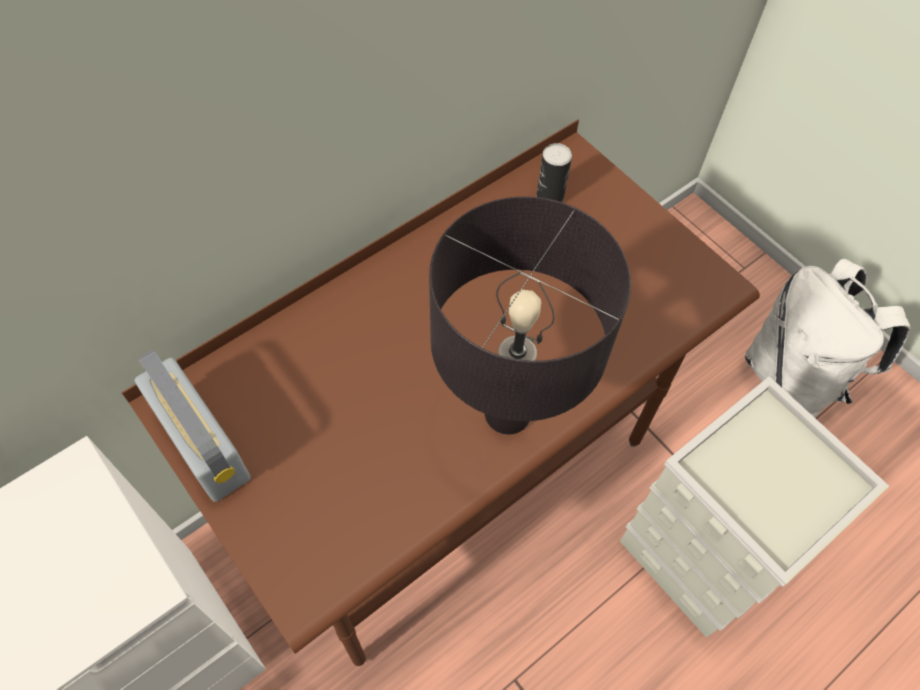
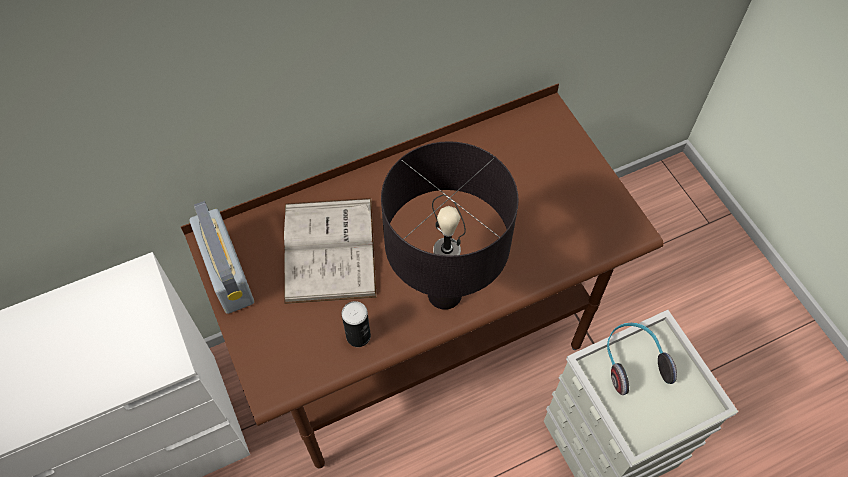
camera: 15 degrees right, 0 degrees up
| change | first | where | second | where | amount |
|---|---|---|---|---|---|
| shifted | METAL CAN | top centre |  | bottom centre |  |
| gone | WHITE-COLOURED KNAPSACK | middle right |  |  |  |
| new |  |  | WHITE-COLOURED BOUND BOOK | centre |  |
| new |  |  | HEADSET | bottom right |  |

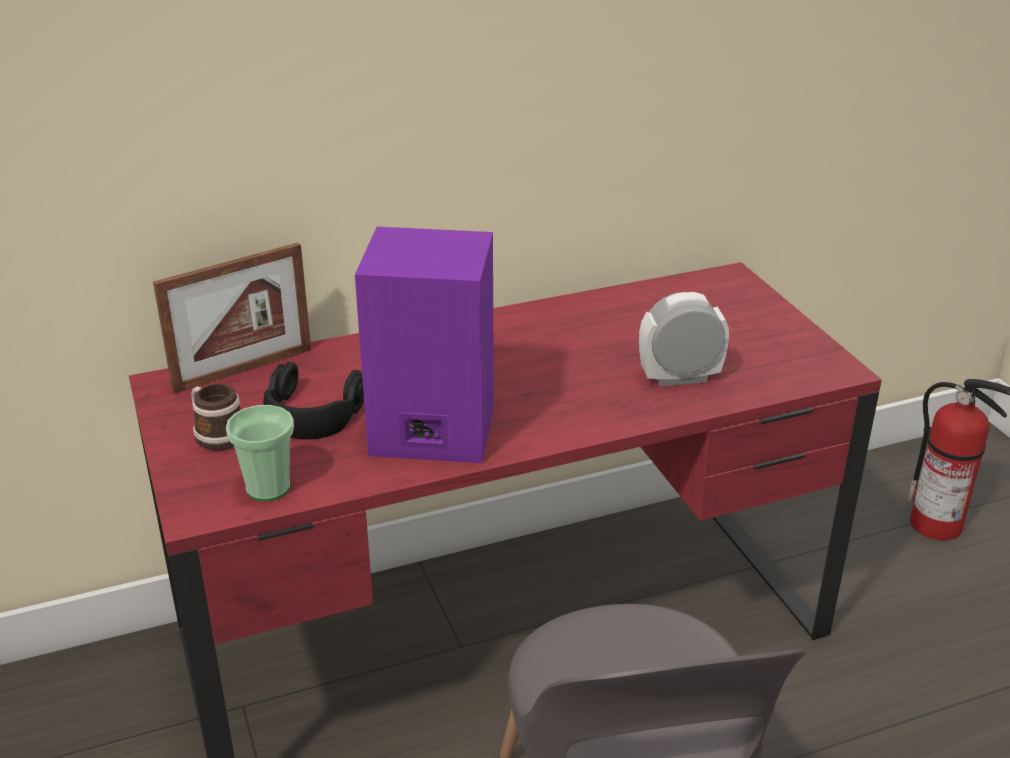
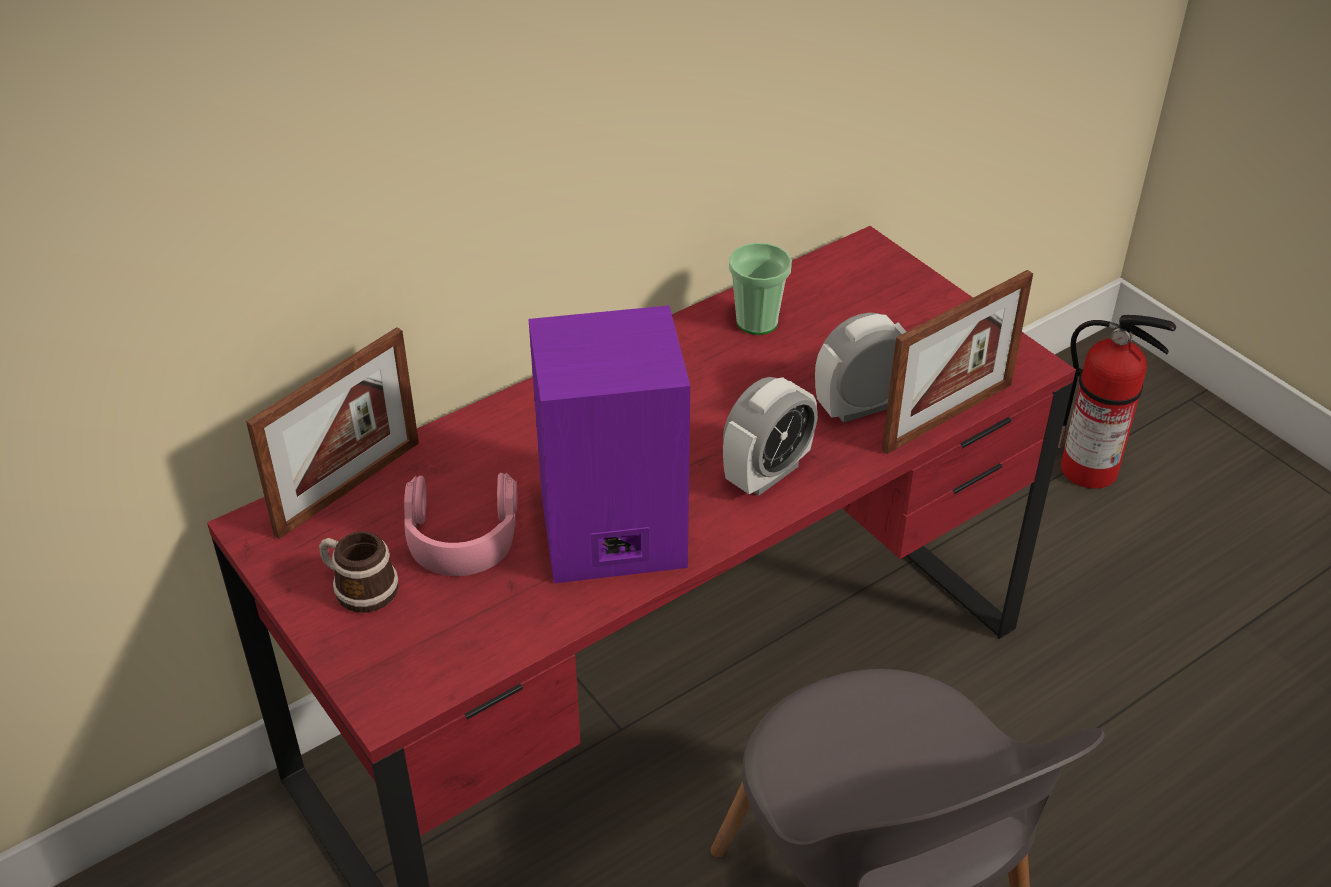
camera: 15 degrees left, 10 degrees up
| change | first | where | second | where | amount |
|---|---|---|---|---|---|
| shifted | CUP | middle left |  | top centre |  |
| repainted | BLACK HEADSET | middle left | PINKISH HEADSET | centre |  |
| new |  |  | ALARM CLOCK (no. 1 from left) | centre |  |
| new |  |  | STANDING FRAME (no. 2 from left) | middle right |  |

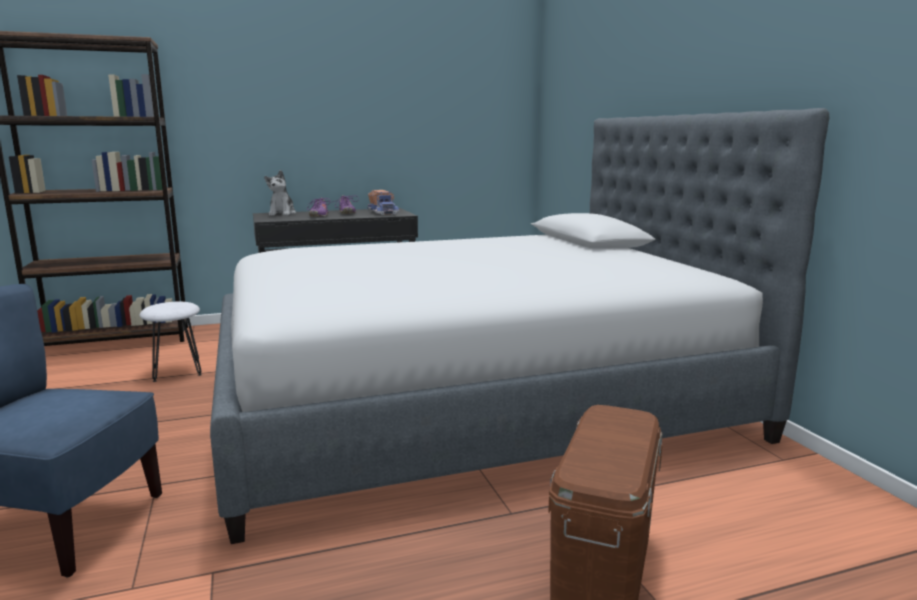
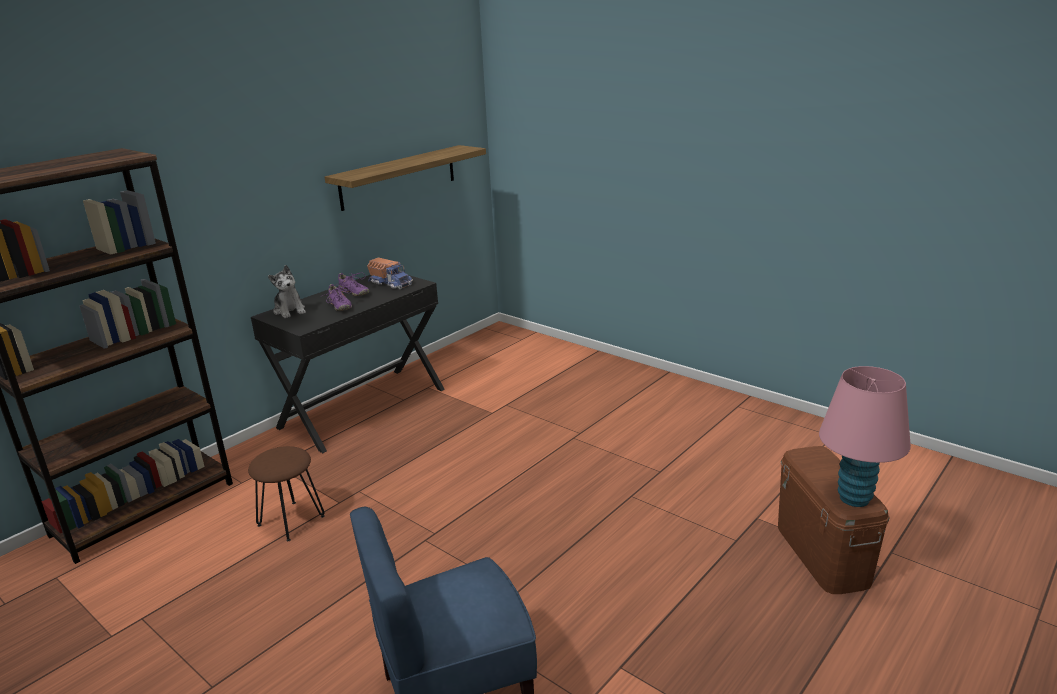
camera: 30 degrees left, 10 degrees up
| change | first | where | second | where | amount |
|---|---|---|---|---|---|
| repainted | WHITE-COLOURED SITTING STOOL | middle left | BROWNISH SITTING STOOL | bottom left |  |
| gone | BED | centre |  |  |  |
| new |  |  | SHELF | top centre |  |
| new |  |  | PINKISH LAMP FOR A TABLE | middle right |  |

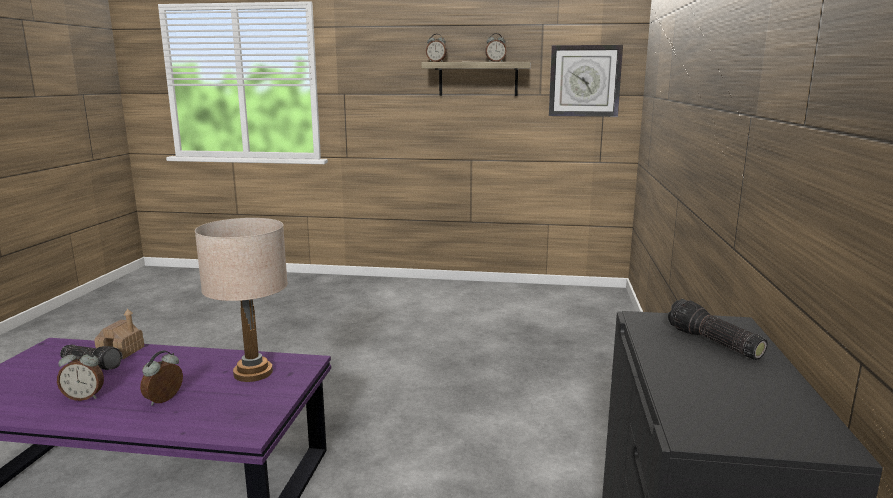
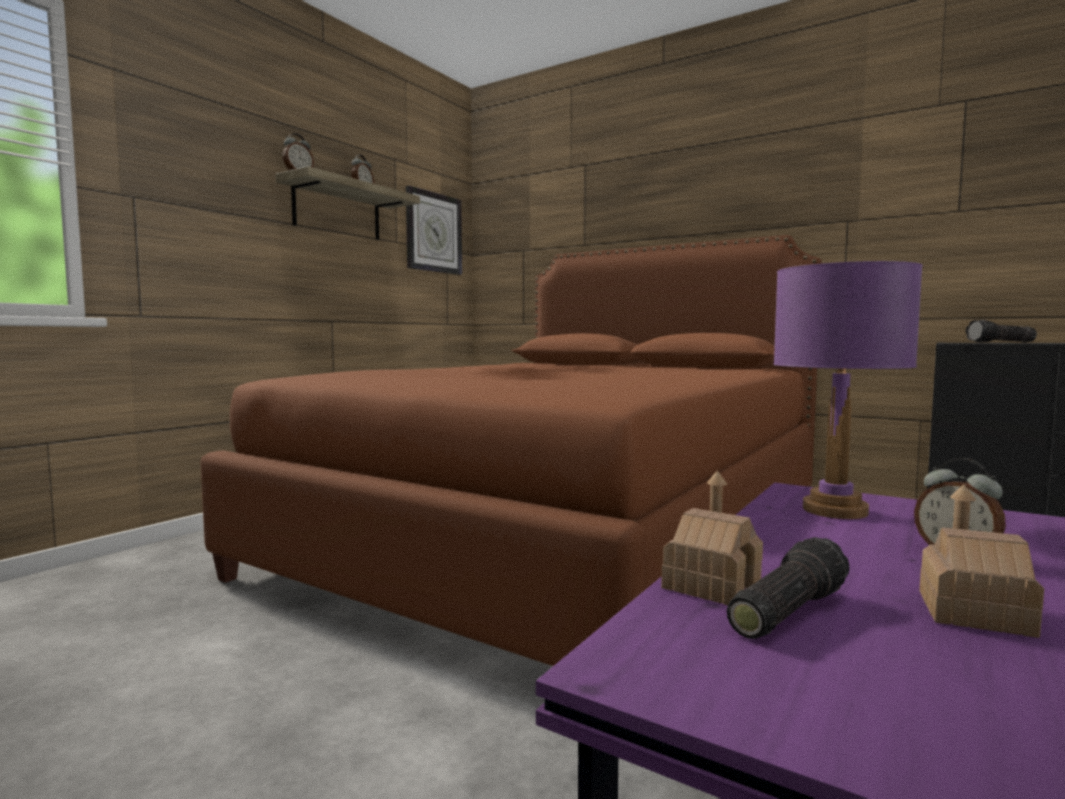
camera: 65 degrees left, 10 degrees down
| change | first | where | second | where | amount |
|---|---|---|---|---|---|
| swapped | ALARM CLOCK (no. 1 from left) | bottom left | TOY HOUSE (no. 2 from left) | bottom right |  |
| repainted | BEIGE-COLOURED LAMP FOR A TABLE | middle left | PURPLE-COLOURED LAMP FOR A TABLE | middle right |  |
| new |  |  | BROWNISH BED | centre |  |

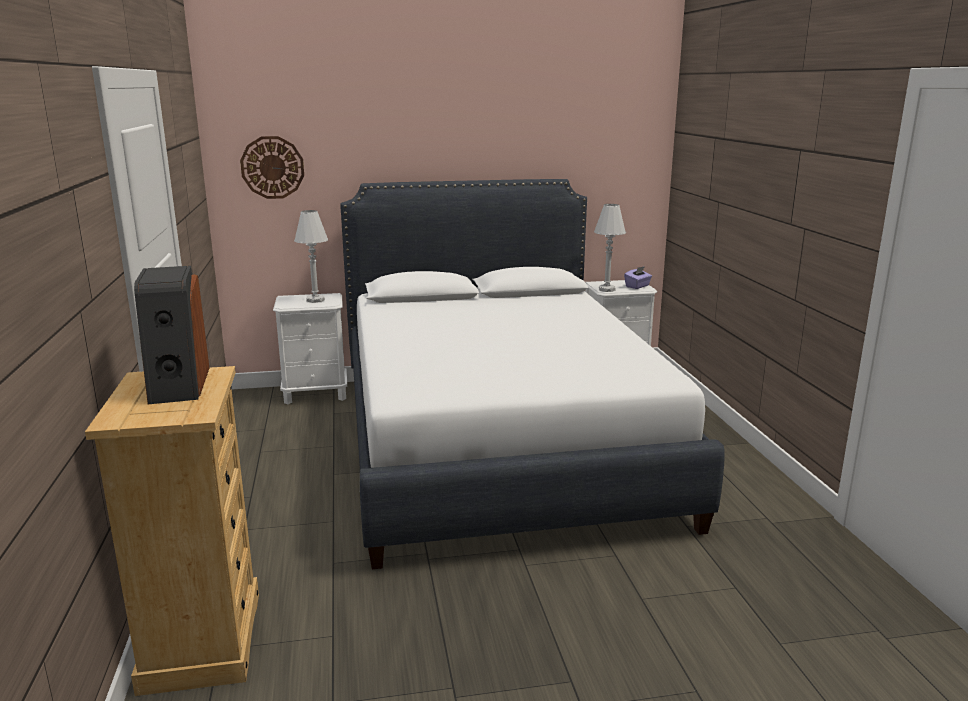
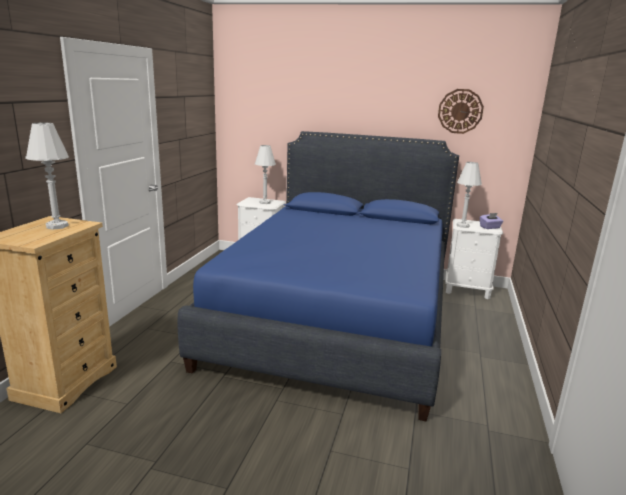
camera: 25 degrees right, 0 degrees up
| change | first | where | second | where | amount |
|---|---|---|---|---|---|
| swapped | SPEAKER | middle left | WHITE-COLOURED LAMP FOR A TABLE (no. 1 from left) | middle left |  |
| shifted | WALL CLOCK | top left |  | top right |  |
| repainted | WHITE-COLOURED BED | centre | BLUE BED | centre |  |

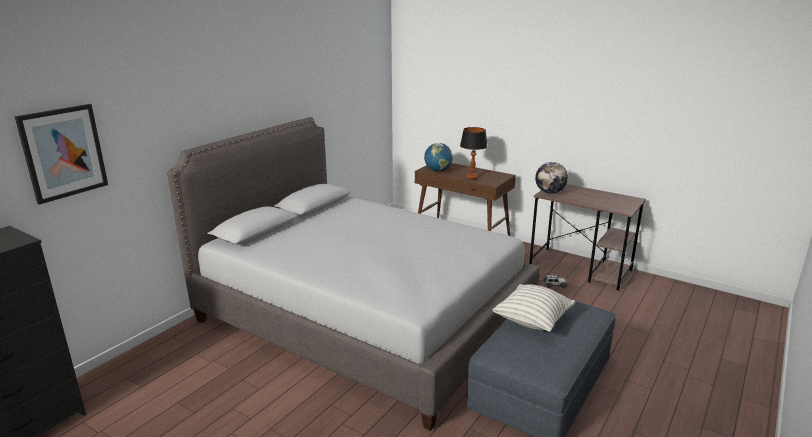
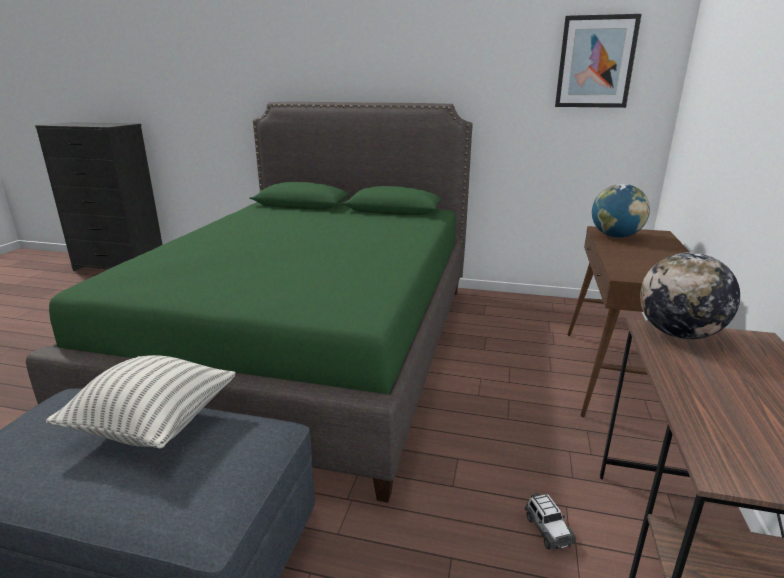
camera: 70 degrees right, 0 degrees up
| change | first | where | second | where | amount |
|---|---|---|---|---|---|
| shifted | WALL ART | middle left |  | top right |  |
| repainted | GREY BED | centre | GREEN-COLOURED BED | middle left |  |
| gone | LAMP FOR A TABLE | centre |  |  |  |

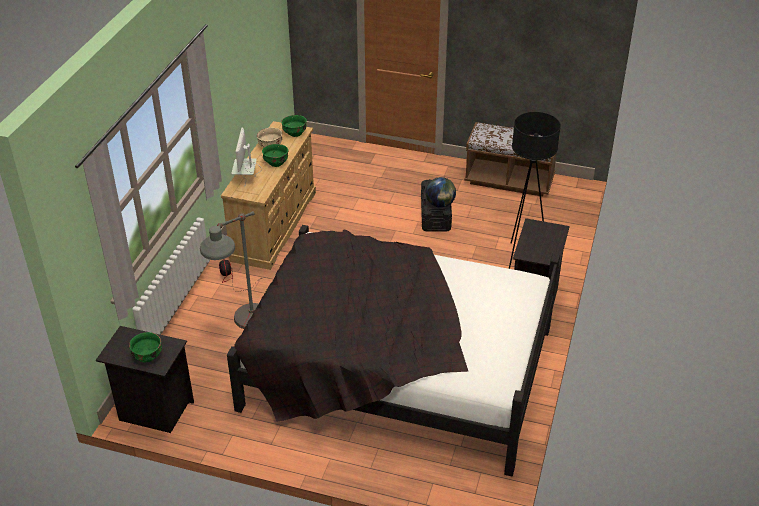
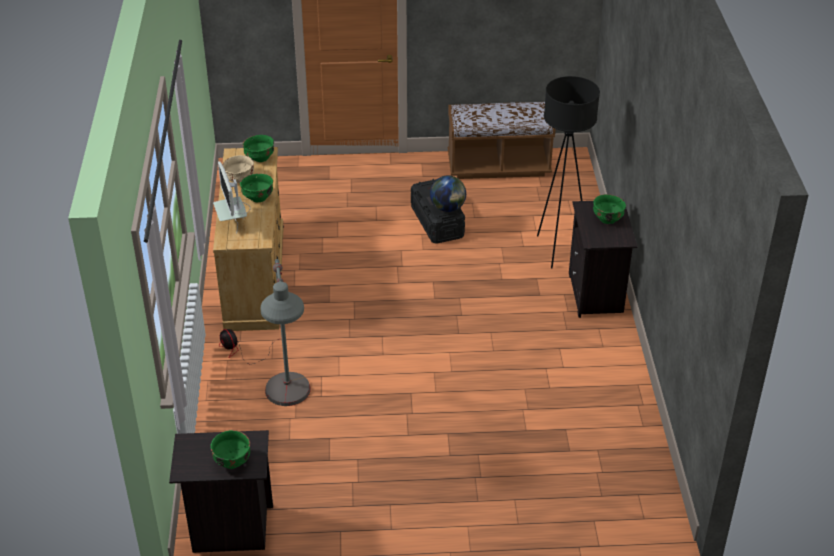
camera: 20 degrees left, 0 degrees up
| change | first | where | second | where | amount |
|---|---|---|---|---|---|
| gone | BLACK BED | bottom centre |  |  |  |
| new |  |  | GREEN-COLOURED DEEP DISH (no. 4 from left) | middle right |  |

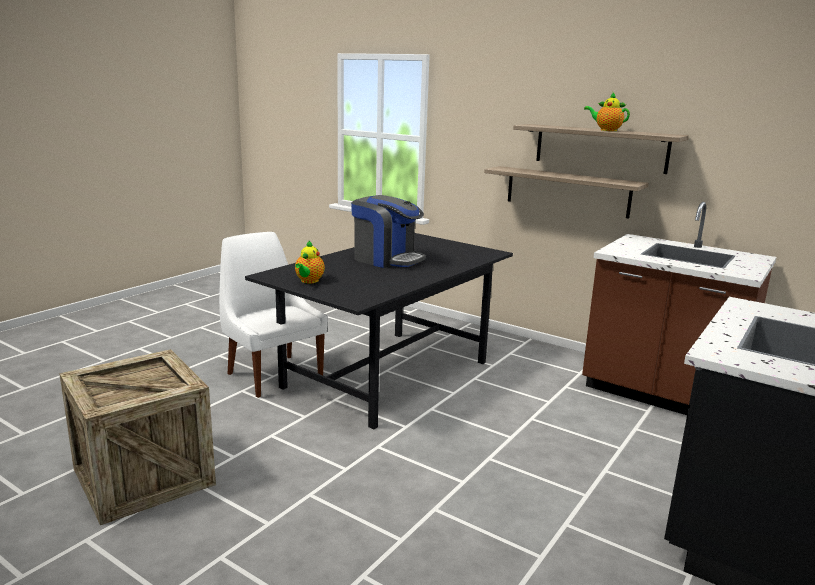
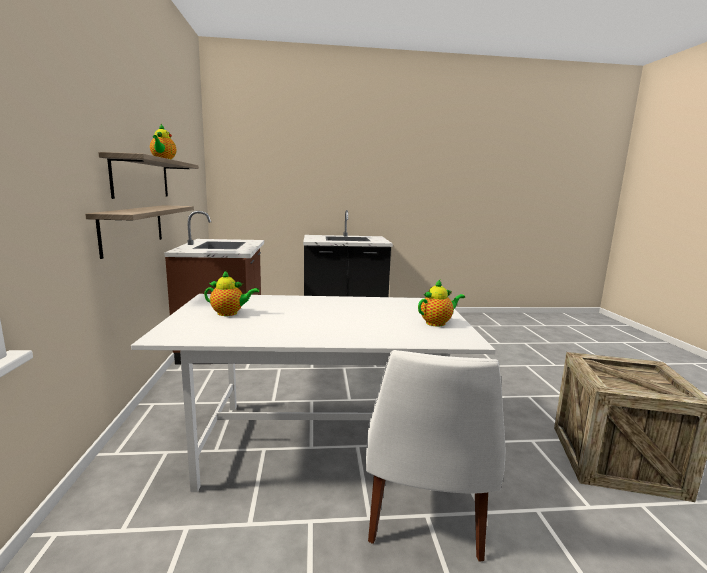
camera: 130 degrees left, 5 degrees down
| change | first | where | second | where | amount |
|---|---|---|---|---|---|
| repainted | BLACK DINING TABLE | centre | WHITE-COLOURED DINING TABLE | bottom centre |  |
| gone | COFFEE MACHINE | centre |  |  |  |
| new |  |  | TEAPOT (no. 2 from left) | middle left |  |

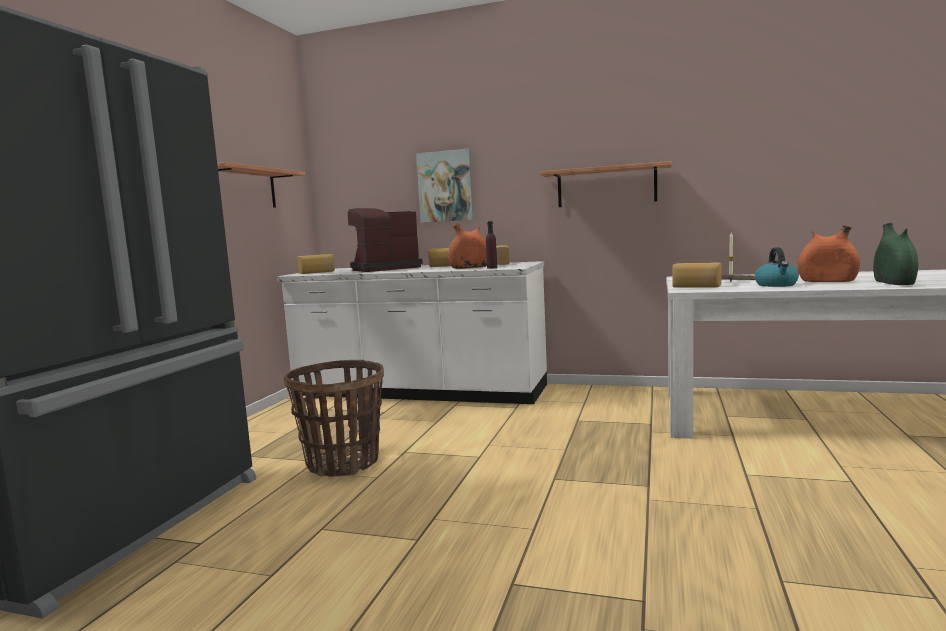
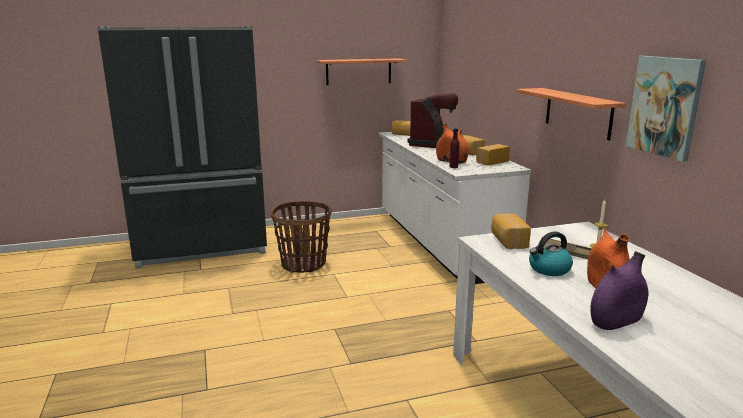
camera: 55 degrees right, 10 degrees up
| change | first | where | second | where | amount |
|---|---|---|---|---|---|
| rotated | COFFEE MACHINE | centre |  | top centre | 90 degrees clockwise |
| shifted | WALL ART | top centre |  | top right |  |
| repainted | GREEN-COLOURED DECORATIVE VASE | middle right | PURPLE-COLOURED DECORATIVE VASE | bottom right |  |

